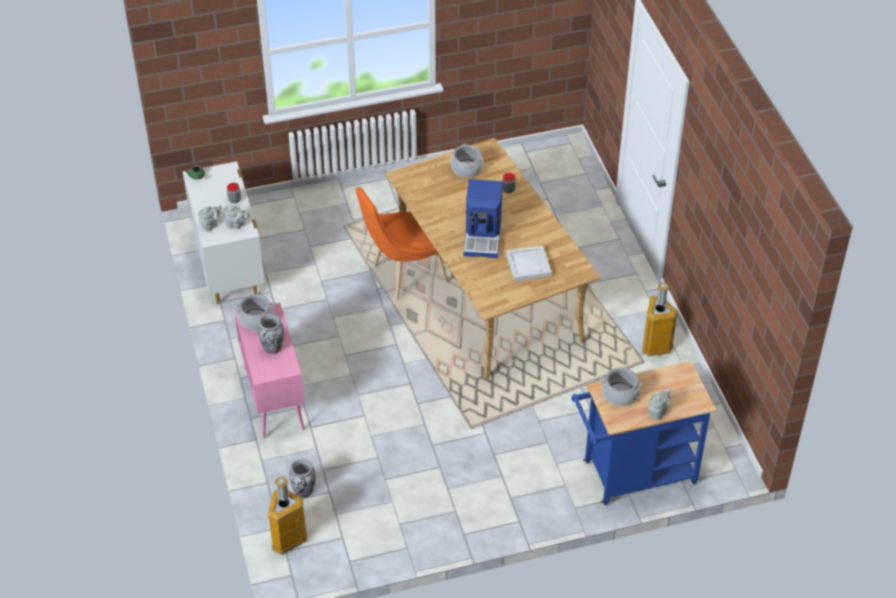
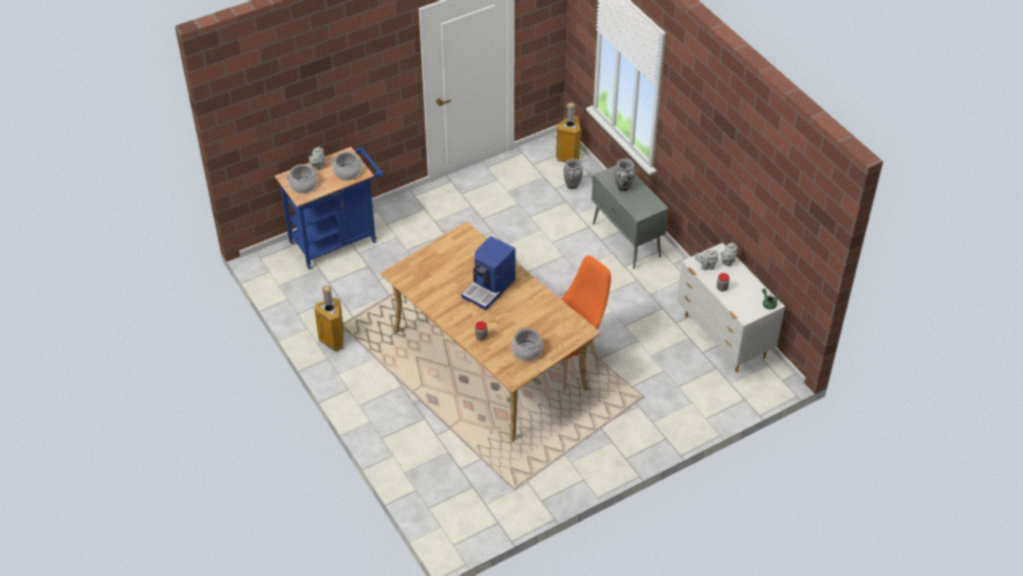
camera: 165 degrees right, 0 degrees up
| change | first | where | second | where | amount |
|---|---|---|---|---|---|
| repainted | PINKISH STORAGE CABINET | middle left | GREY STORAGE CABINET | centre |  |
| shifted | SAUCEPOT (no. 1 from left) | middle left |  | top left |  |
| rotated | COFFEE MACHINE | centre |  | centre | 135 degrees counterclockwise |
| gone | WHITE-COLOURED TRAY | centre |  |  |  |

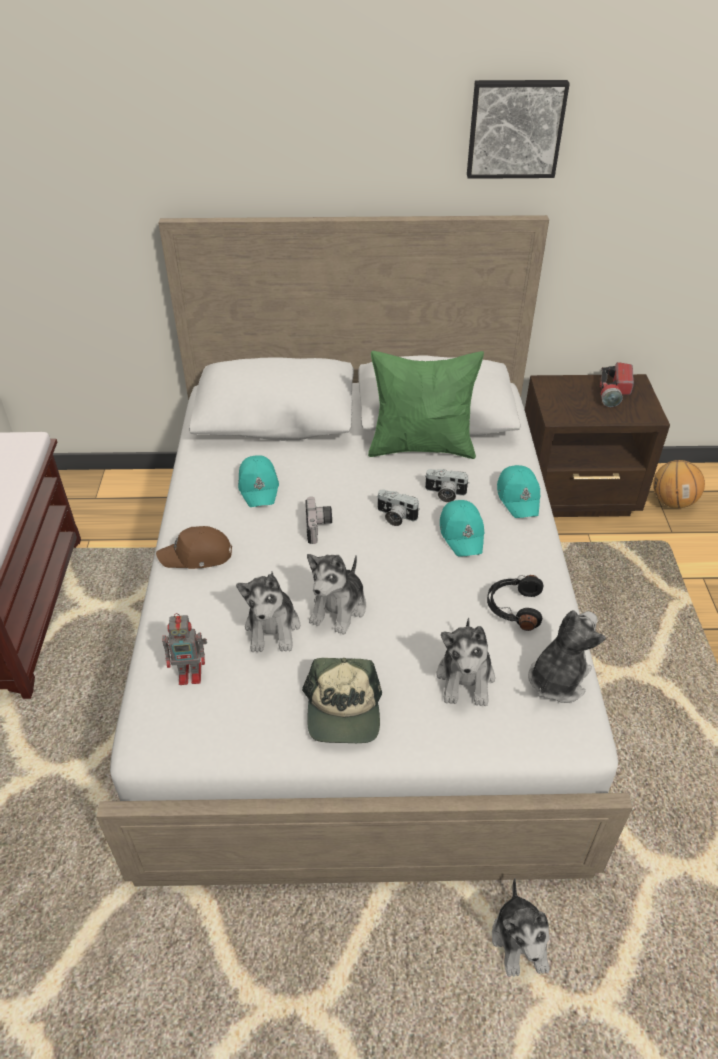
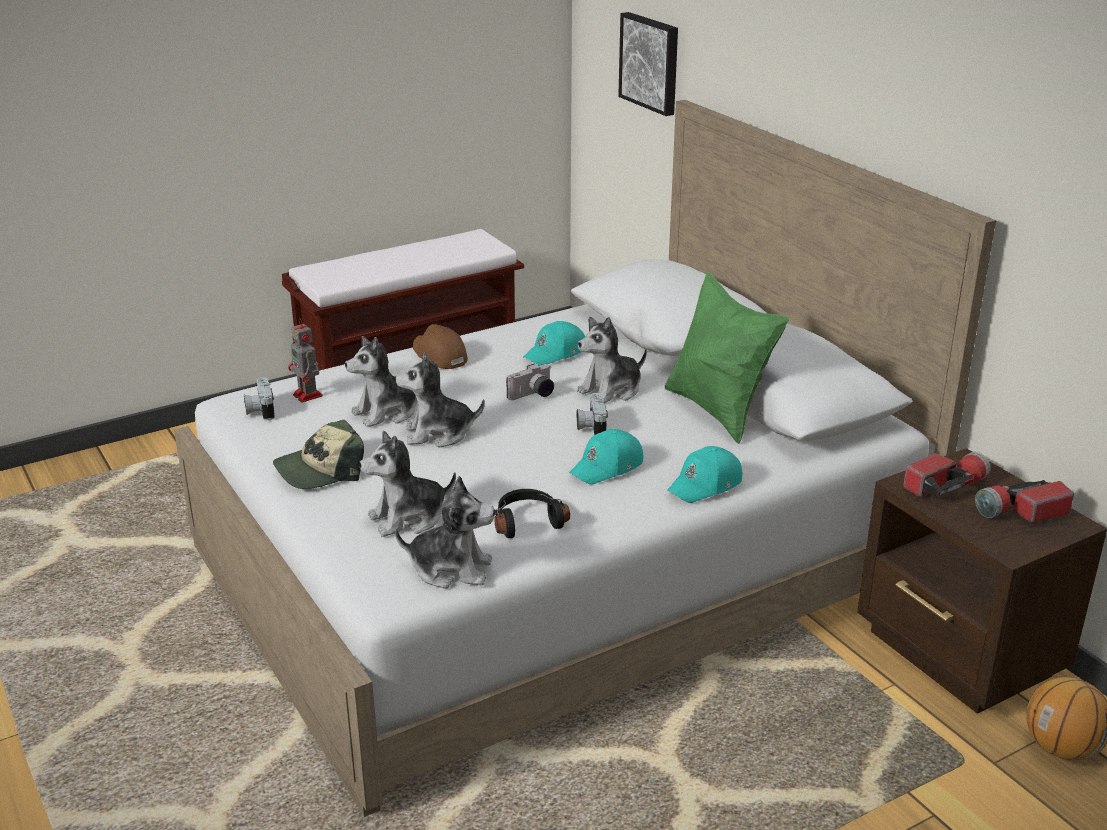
camera: 60 degrees right, 15 degrees down
| change | first | where | second | where | amount |
|---|---|---|---|---|---|
| shifted | PHOTO CAMERA (no. 3 from left in the first image) | centre | PHOTO CAMERA (no. 1 from left) | middle left |  |
| shifted | WALL ART | top right |  | top centre |  |
| shifted | CUDDLY TOY (no. 4 from left in the first image) | bottom right | CUDDLY TOY (no. 5 from left) | centre |  |
| new |  |  | TORCH (no. 1 from left) | middle right |  |

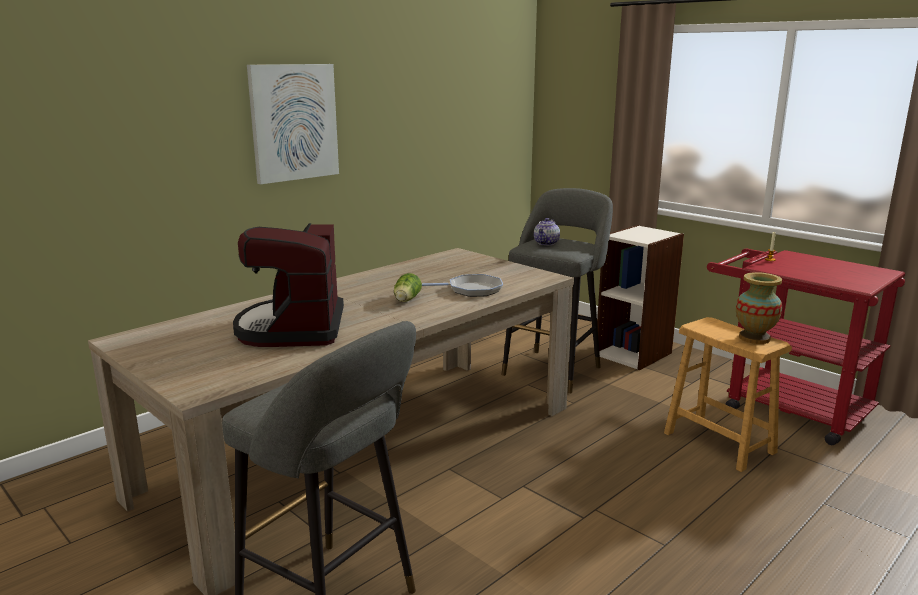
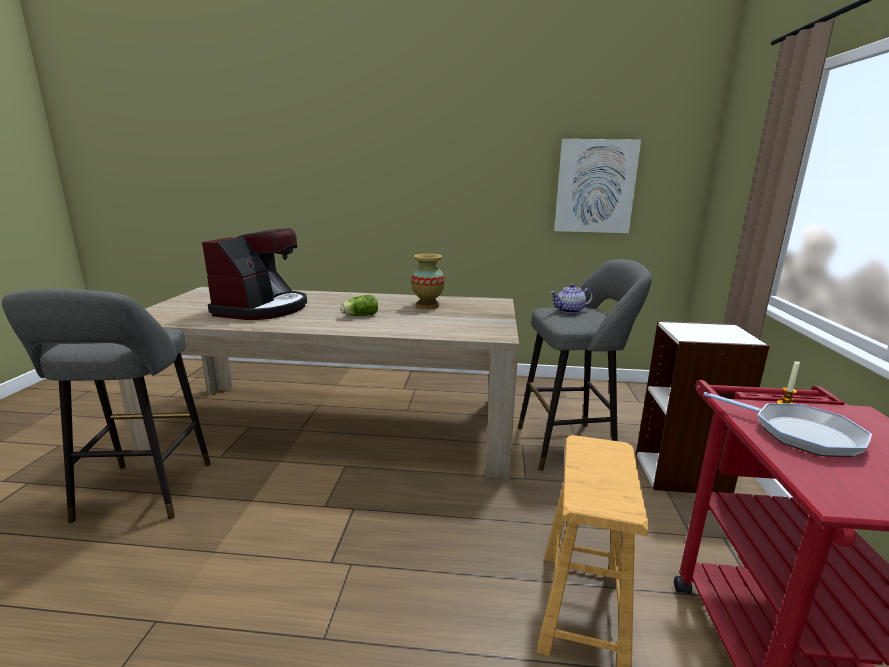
camera: 50 degrees right, 0 degrees up
| change | first | where | second | where | amount |
|---|---|---|---|---|---|
| rotated | COFFEE MACHINE | middle left |  | middle left | 150 degrees clockwise |
| shifted | WALL ART | top left |  | top right |  |
| shifted | PAN | centre |  | middle right |  |
| shifted | DECORATIVE VASE | middle right |  | centre |  |

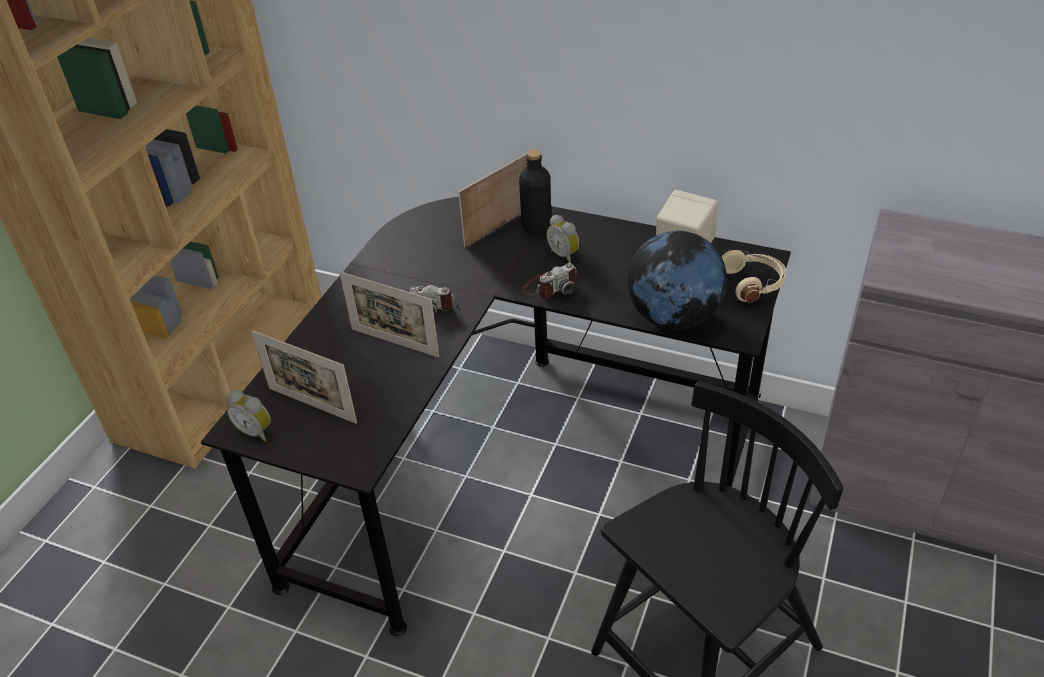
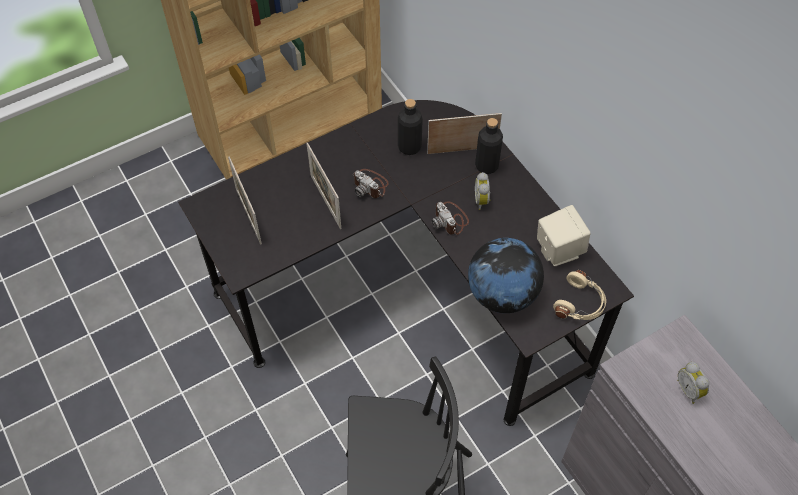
camera: 35 degrees right, 15 degrees up
| change | first | where | second | where | amount |
|---|---|---|---|---|---|
| shifted | ALARM CLOCK (no. 1 from left in the first image) | middle left | ALARM CLOCK (no. 2 from left) | bottom right |  |
| rotated | PHOTO CAMERA (no. 2 from left) | centre |  | centre | 60 degrees clockwise |
| new |  |  | BLACK BOTTLE (no. 1 from left) | top centre |  |

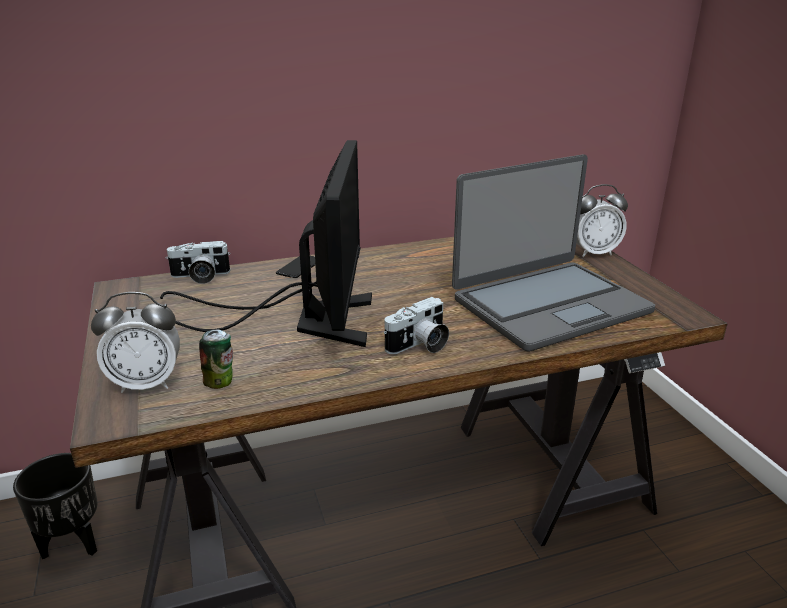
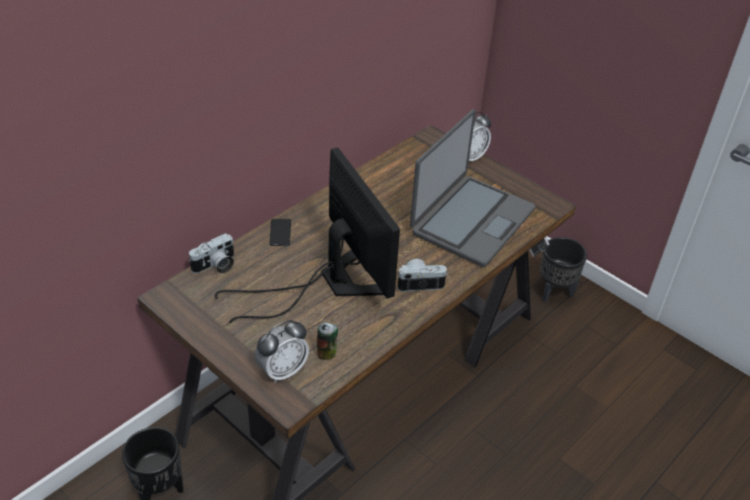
camera: 30 degrees left, 15 degrees up
| change | first | where | second | where | amount |
|---|---|---|---|---|---|
| rotated | PHOTO CAMERA (no. 2 from left) | centre |  | centre | 120 degrees counterclockwise |
| new |  |  | BLACK PLANTER (no. 2 from left) | middle right |  |

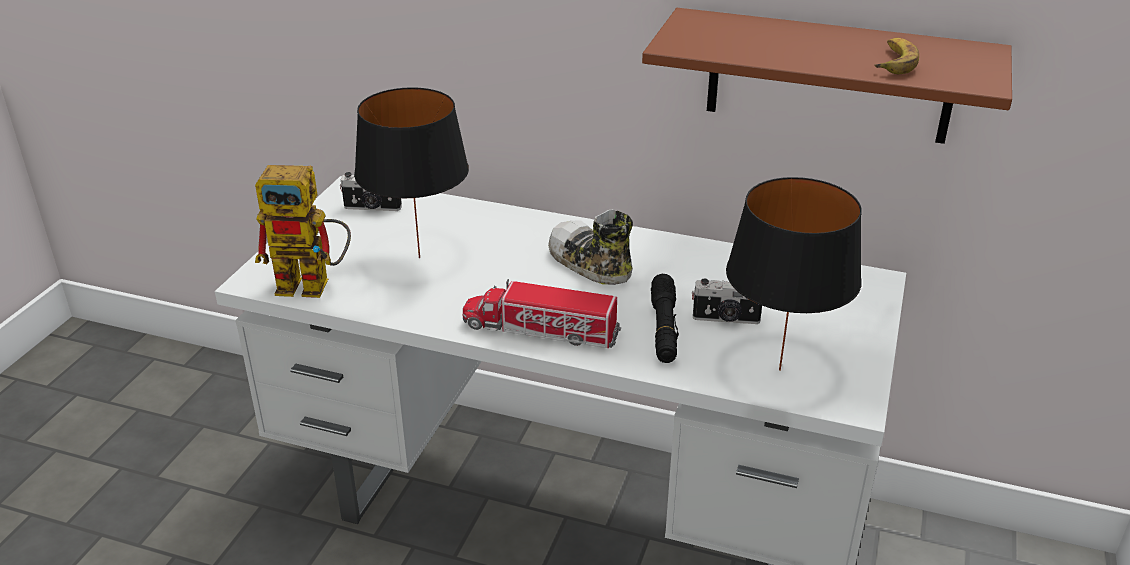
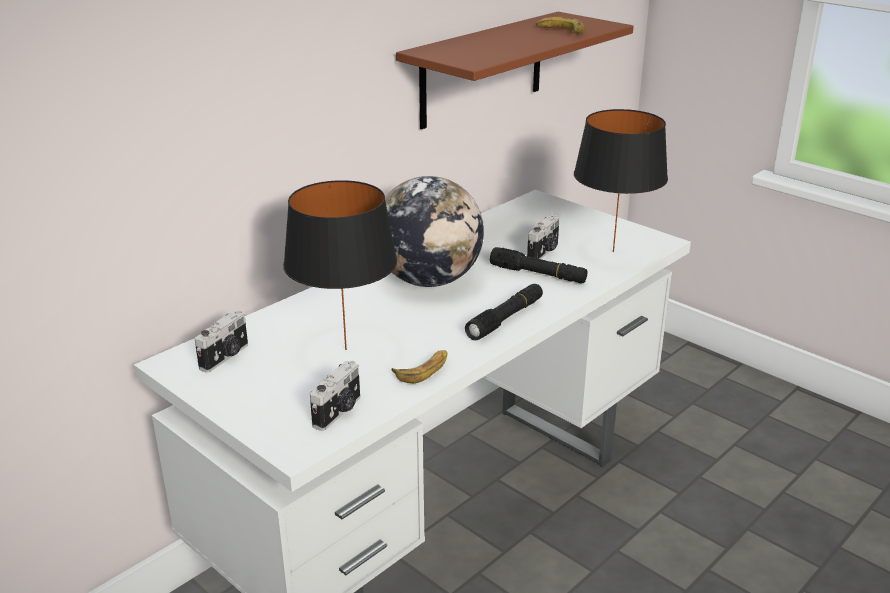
camera: 65 degrees left, 5 degrees down
| change | first | where | second | where | amount |
|---|---|---|---|---|---|
| swapped | ROBOT FIGURE | middle left | PHOTO CAMERA (no. 2 from left) | bottom centre |  |
| swapped | TOY TRUCK | centre | BLACK TORCH (no. 1 from left) | centre |  |
| swapped | LOW SHOE | centre | DESK GLOBE | centre |  |
| new |  |  | BANANA (no. 1 from left) | centre |  |

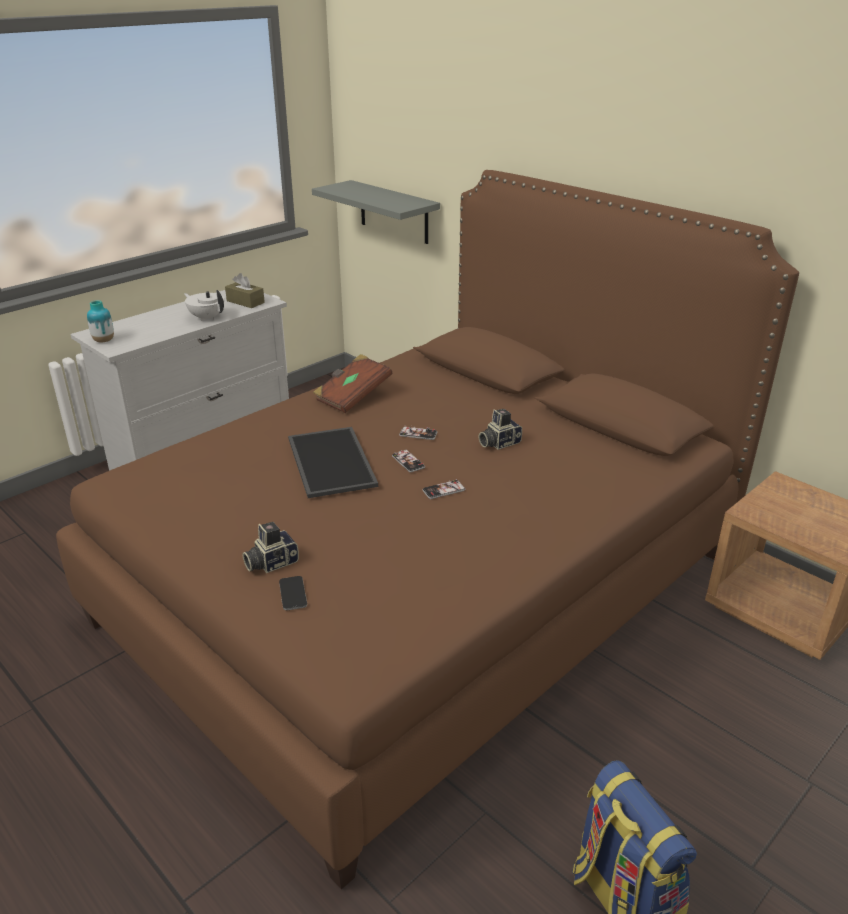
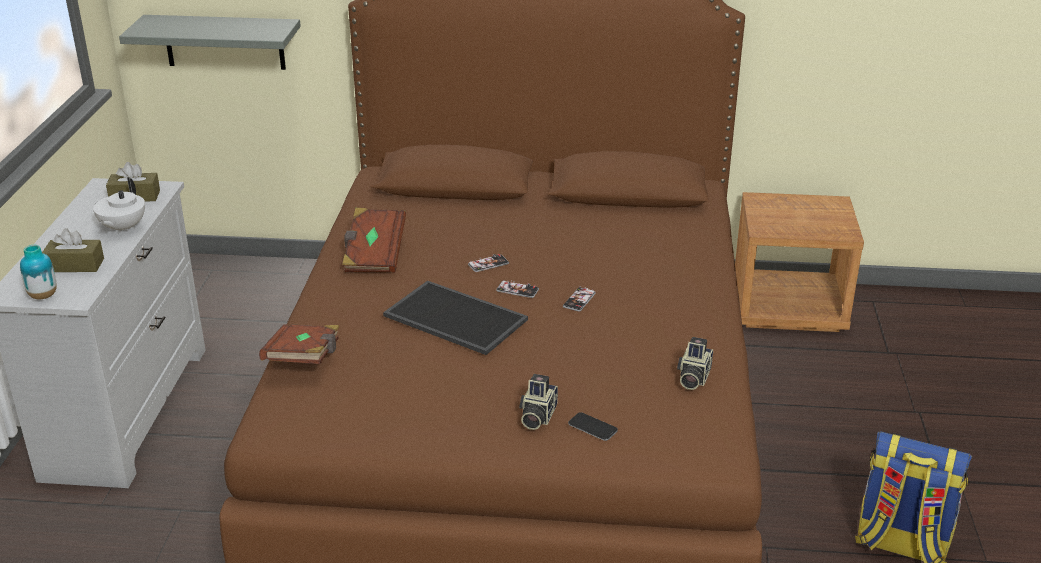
camera: 40 degrees left, 0 degrees up
| change | first | where | second | where | amount |
|---|---|---|---|---|---|
| rotated | WHITE-COLOURED TEAPOT | middle left |  | middle left | 75 degrees counterclockwise |
| shifted | PHOTO CAMERA (no. 2 from left) | centre |  | middle right |  |
| new |  |  | BROWNISH TISSUE BOX (no. 1 from left) | middle left |  |
| new |  |  | BROWNISH BOUND BOOK (no. 1 from left) | middle left |  |

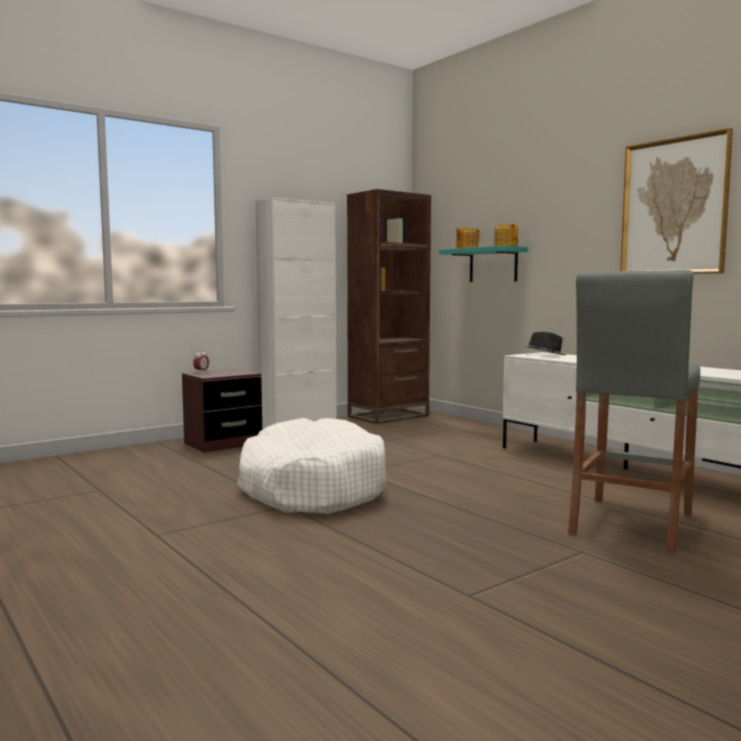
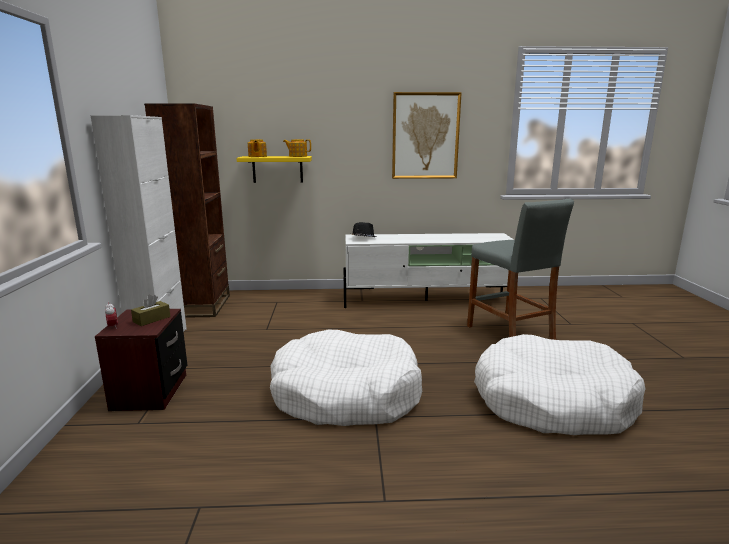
camera: 55 degrees left, 10 degrees up
| change | first | where | second | where | amount |
|---|---|---|---|---|---|
| repainted | TURQUOISE SHELF | centre | YELLOWISH SHELF | top centre |  |
| new |  |  | BROWNISH TISSUE BOX | middle left |  |
| new |  |  | WHITE-COLOURED DOG BED (no. 2 from left) | bottom right |  |

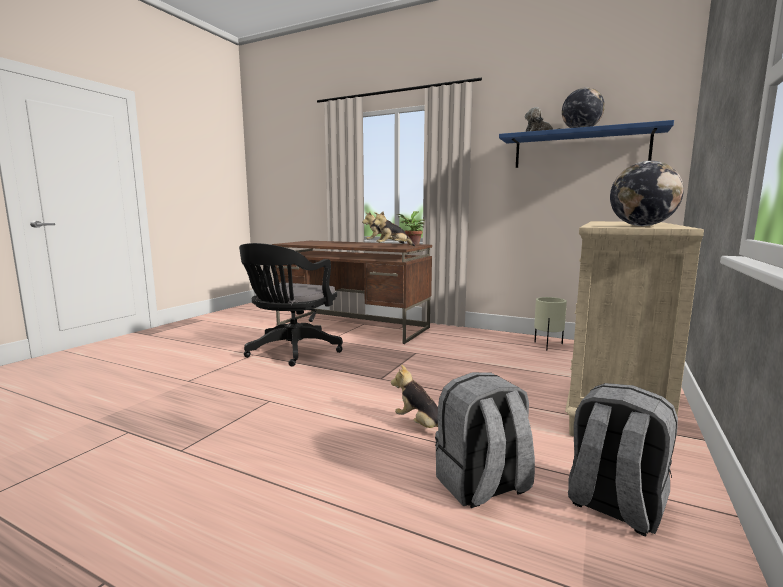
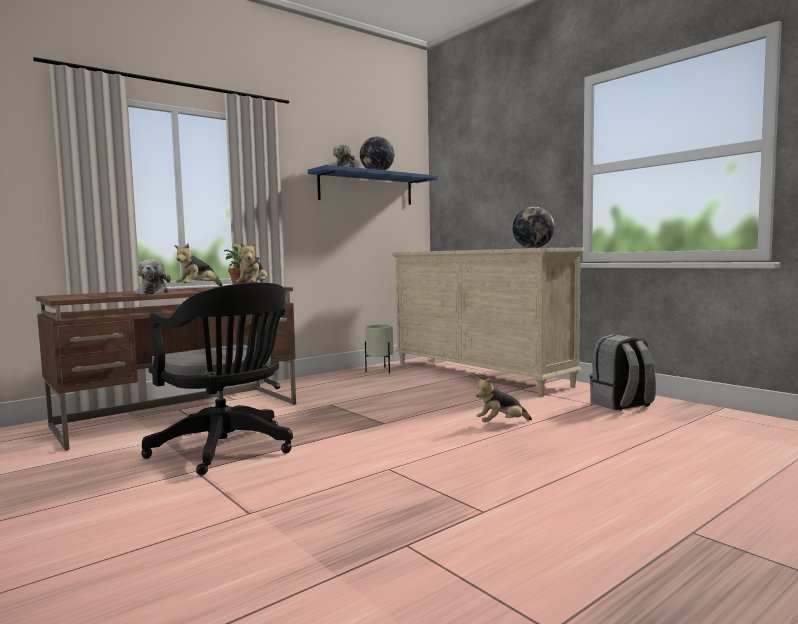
camera: 65 degrees left, 5 degrees down
| change | first | where | second | where | amount |
|---|---|---|---|---|---|
| gone | GREY KNAPSACK (no. 1 from left) | bottom centre |  |  |  |
| new |  |  | CUDDLY TOY (no. 1 from left) | middle left |  |

